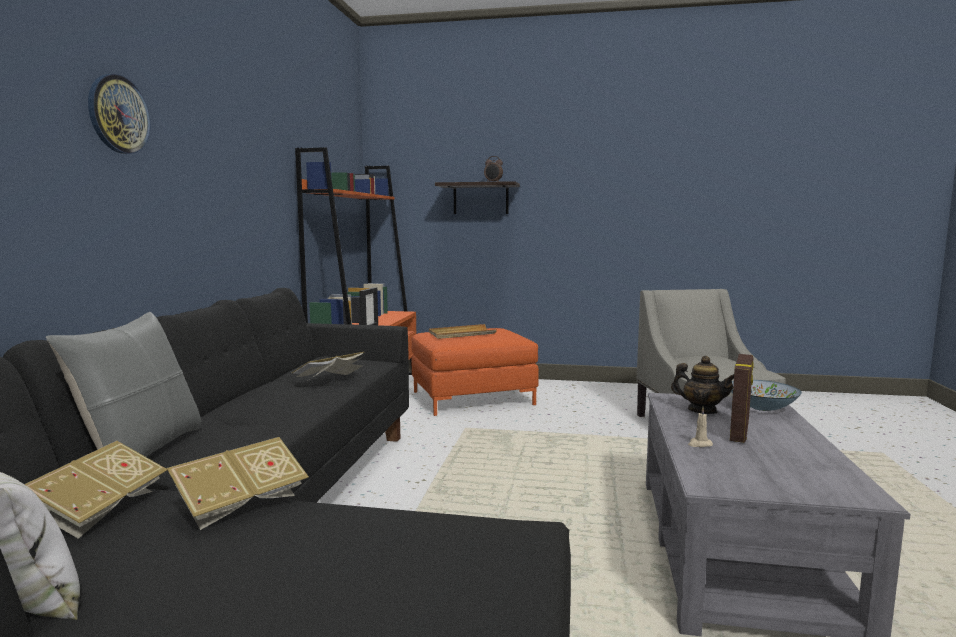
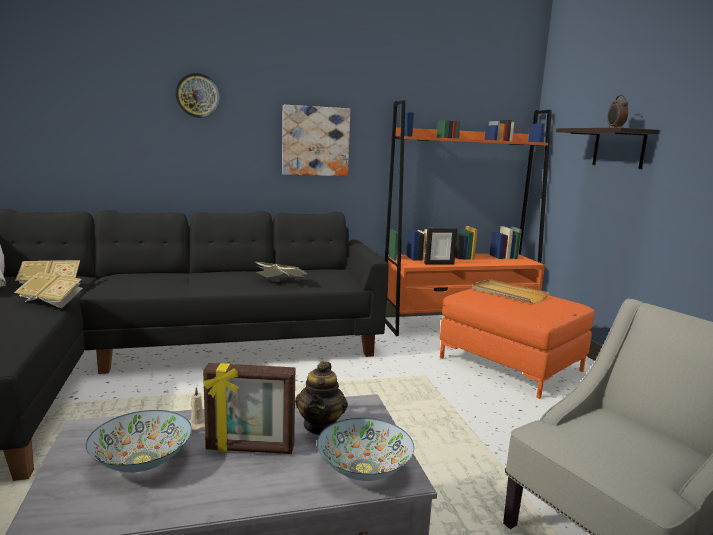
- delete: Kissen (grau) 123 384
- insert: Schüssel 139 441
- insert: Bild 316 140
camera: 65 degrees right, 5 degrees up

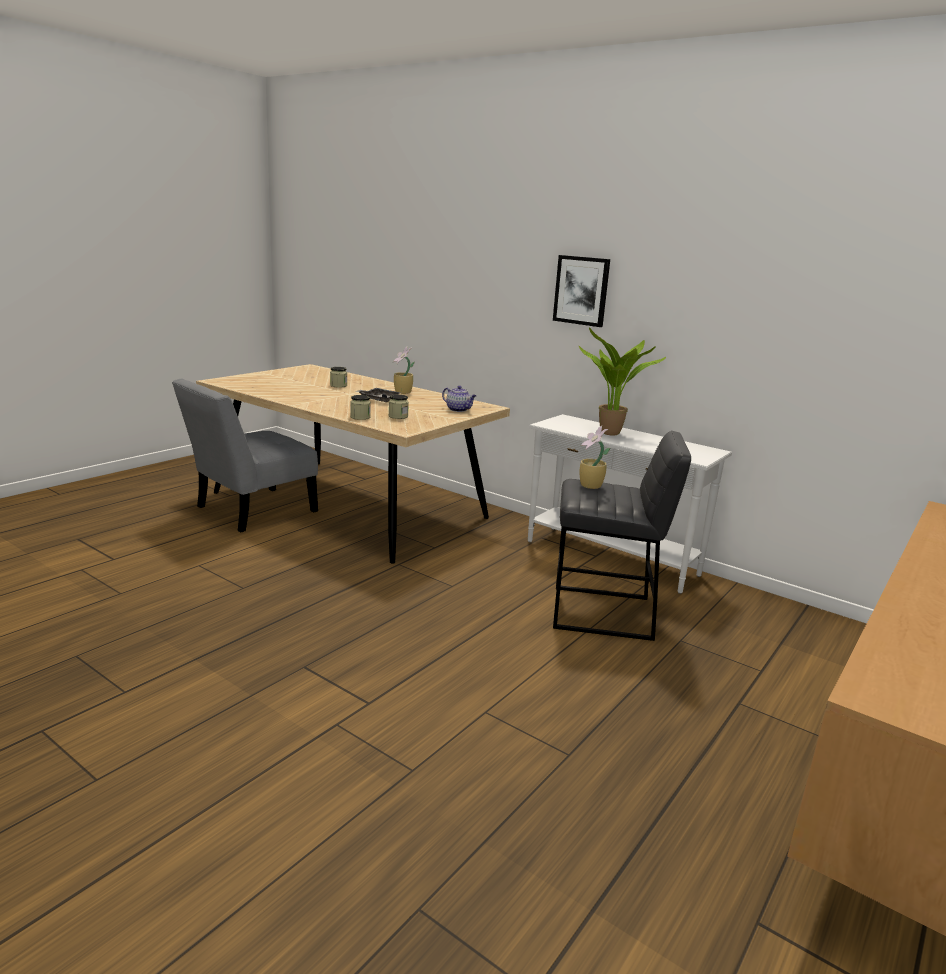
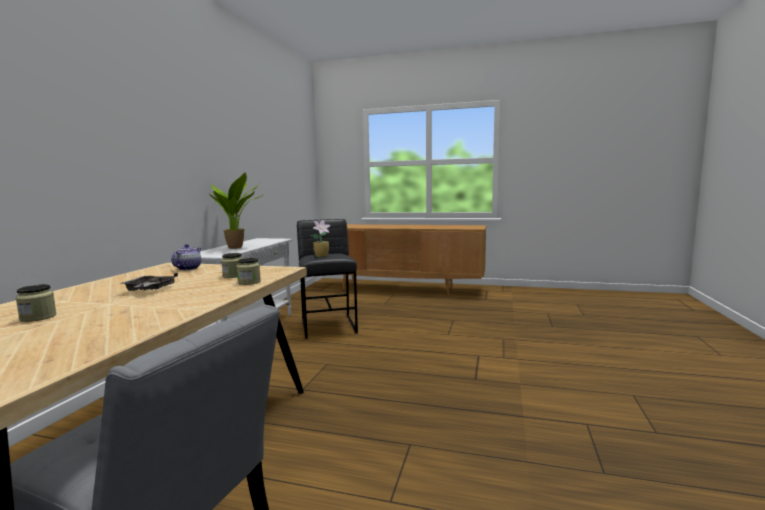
- delete: Topfpflanze 404 370
- delete: Bild 581 291
camera: 110 degrees left, 10 degrees down

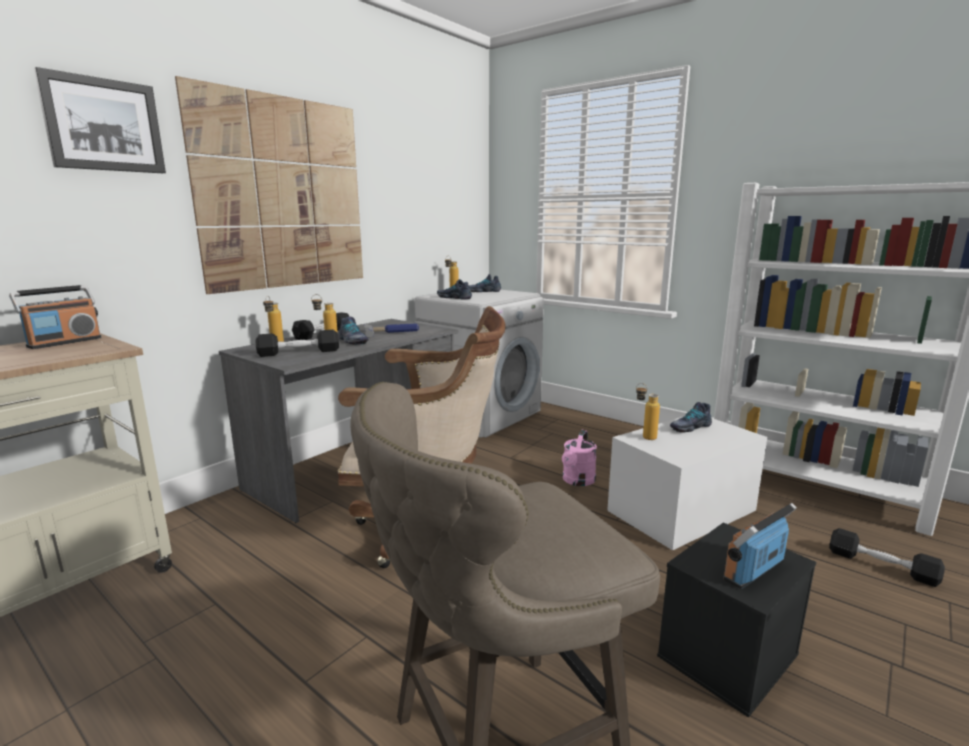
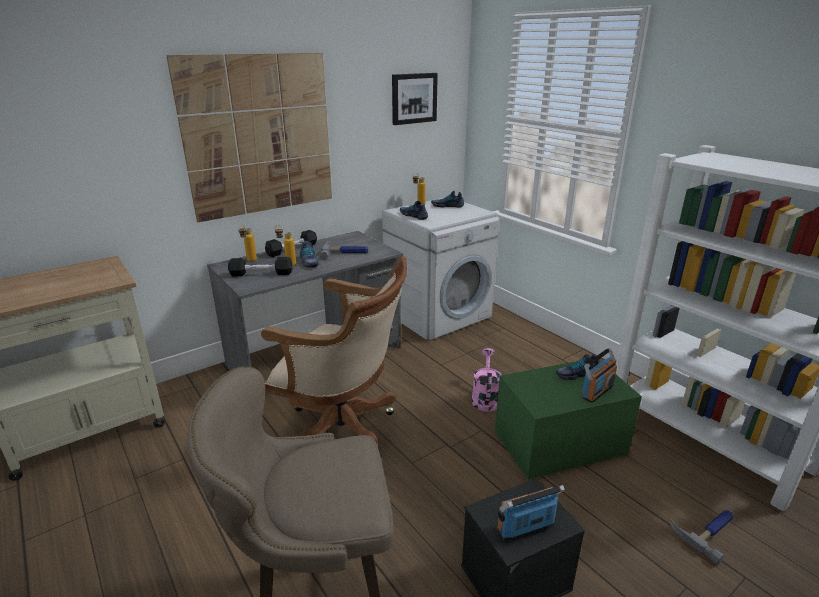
- delete: Flasche 648 411
- move: Radio 55 317 to 599 375
- move: Bild 99 120 to 415 99
- replace: Hantel (schwarz) 887 557 to Hammer 701 537
- recolor: Aufbewahrungsbox (weiß) 687 483 to Aufbewahrungsbox (grün) 568 419
- rotate: Gießkanne (rosa) 579 458 = 486 380 150 degrees clockwise
camera: 15 degrees right, 10 degrees up

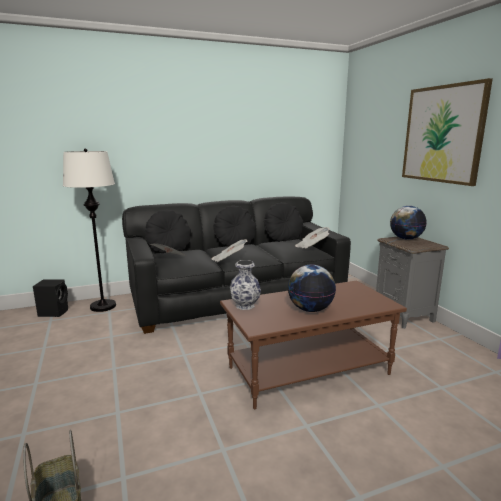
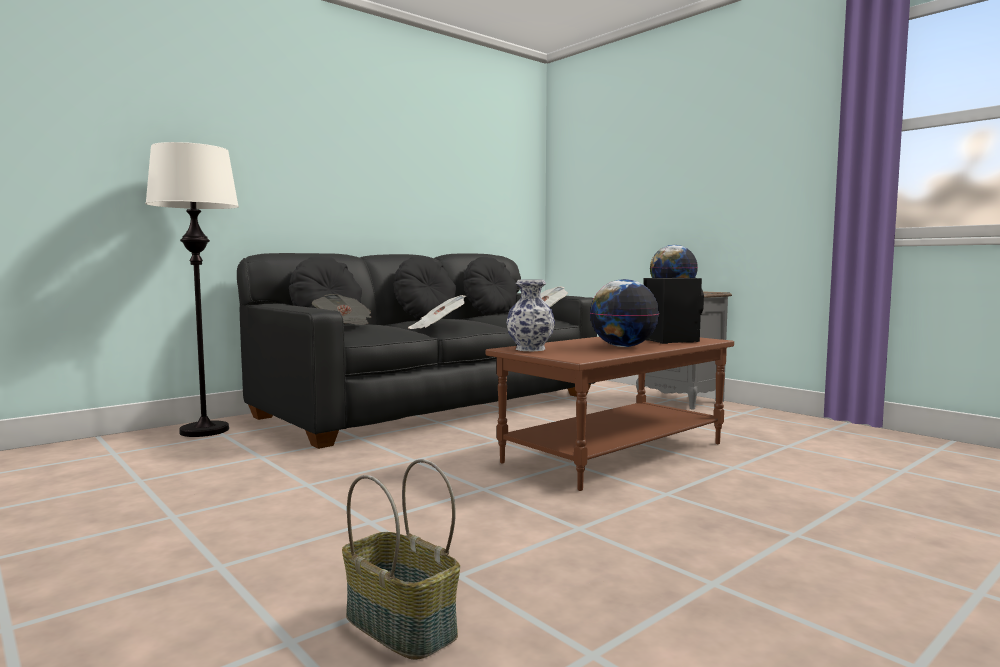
- delete: Bild 447 132
- move: Lautsprecher (schwarz) 50 298 to 673 311
camera: 20 degrees left, 10 degrees down

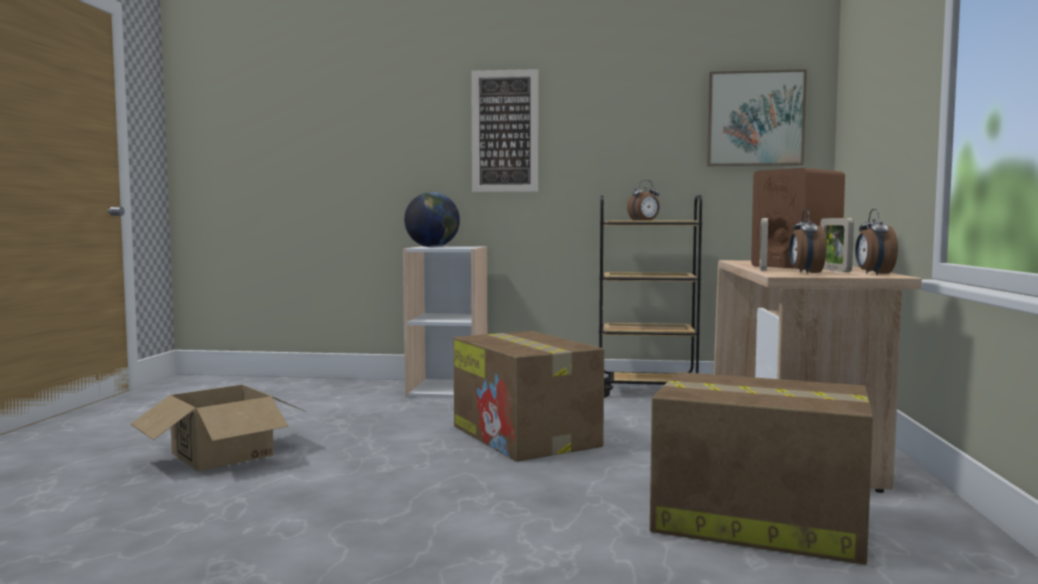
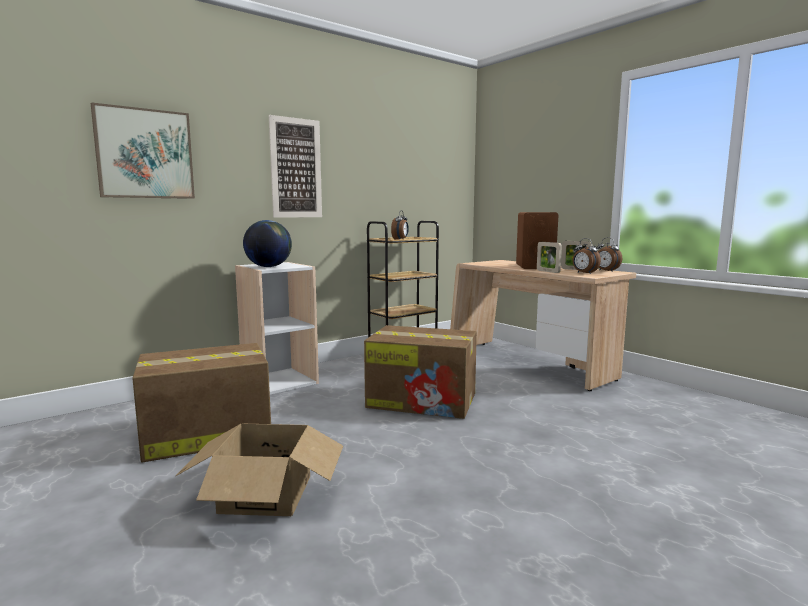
- move: Karton 761 468 to 201 402
- move: Bild 757 117 to 143 150
camera: 45 degrees left, 5 degrees up

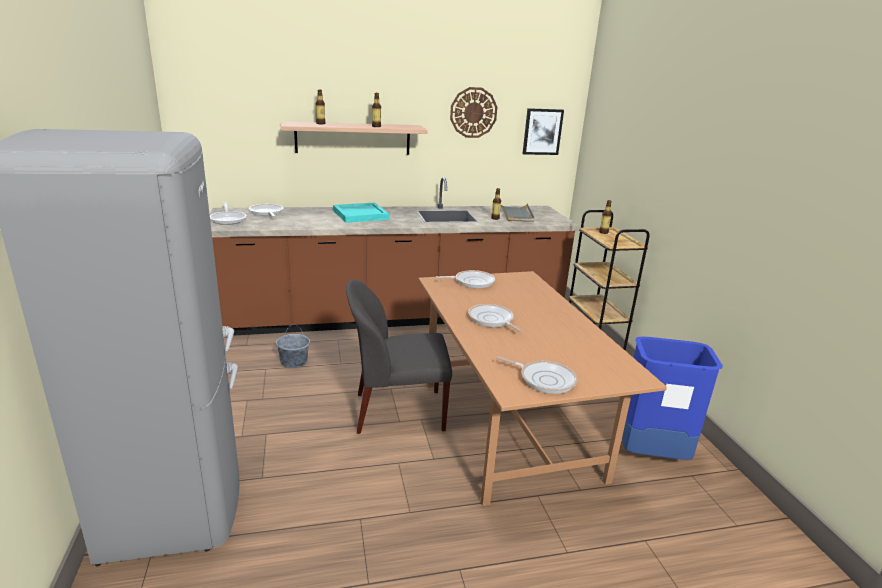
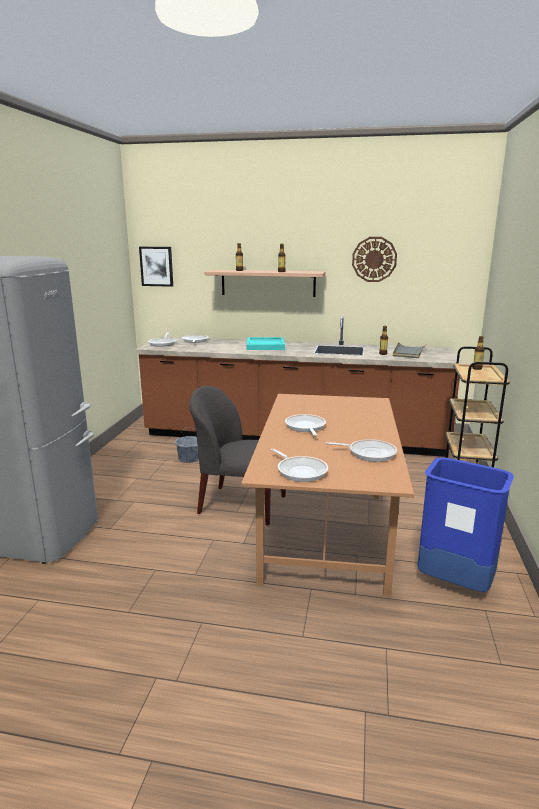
- move: Pfanne 465 279 to 361 450
- move: Bild 543 131 to 156 267
camera: 25 degrees right, 5 degrees down

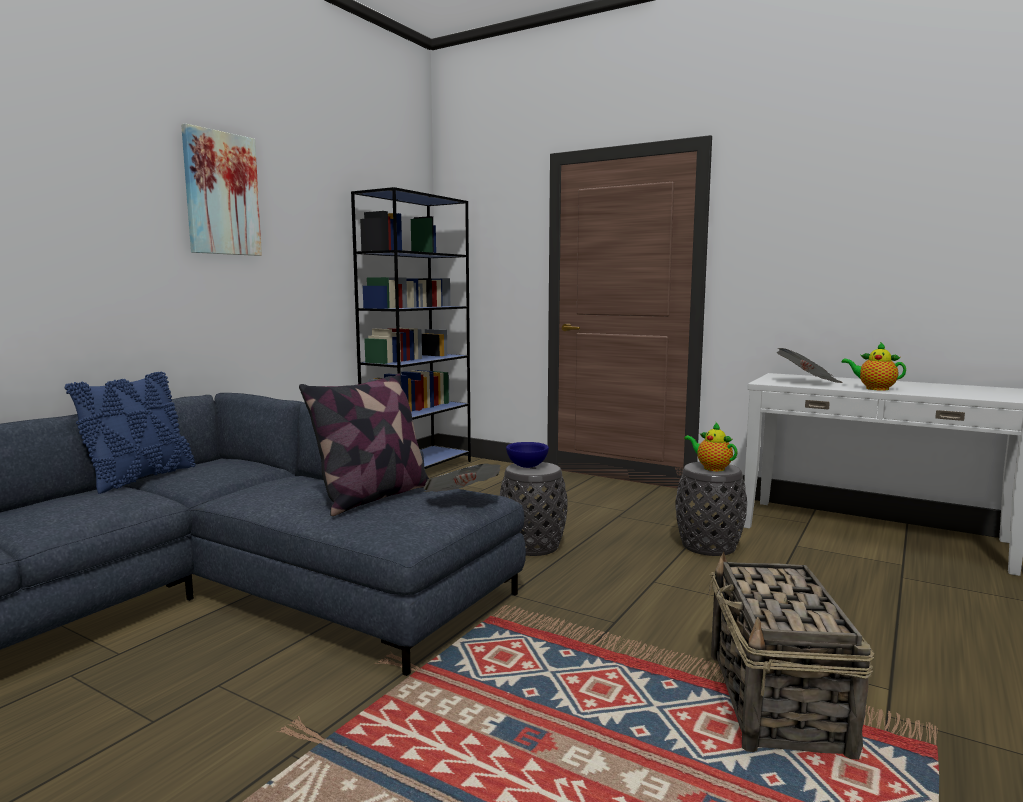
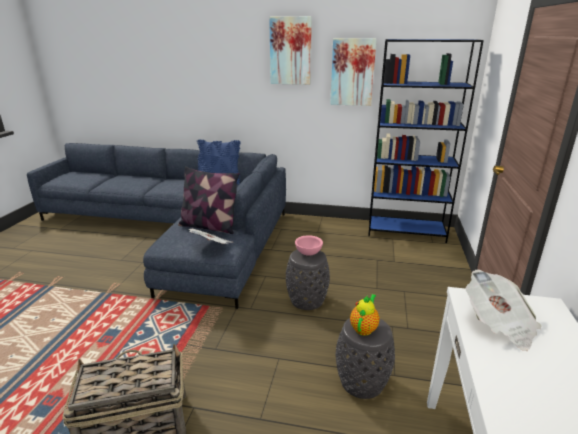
- delete: Teekanne 874 366
- insert: Bild 353 72
- recolor: Schüssel (blau) 527 455 to Schüssel (rosa) 309 245
camera: 70 degrees right, 15 degrees up

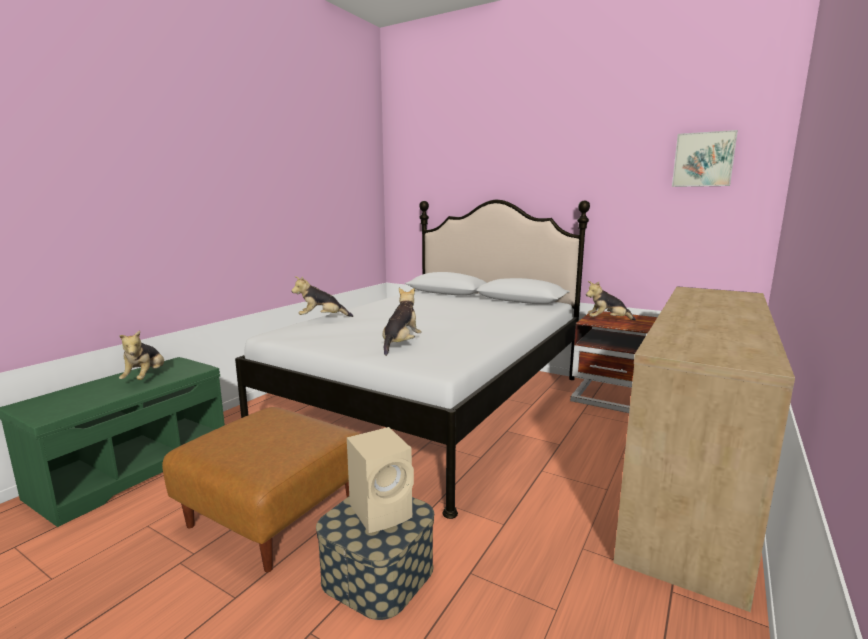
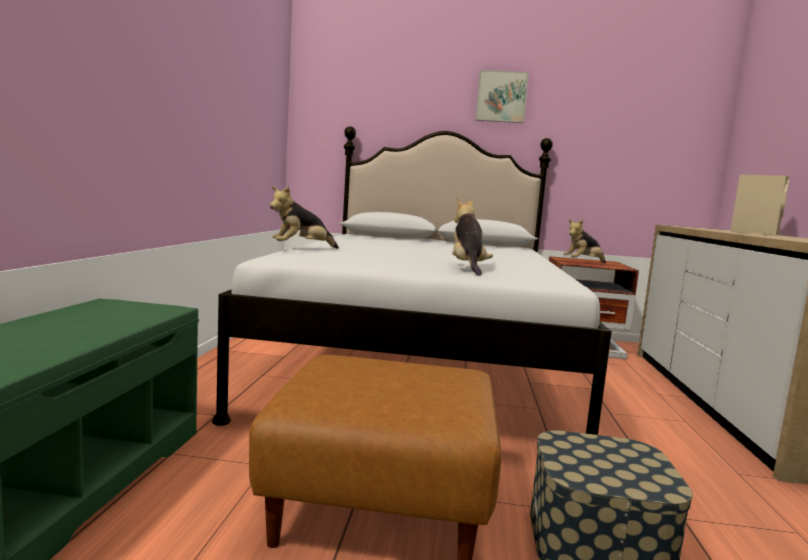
- delete: Plüschtier 141 355
- move: Lautsprecher (beige) 380 480 to 760 204
- move: Bild 705 158 to 502 96
camera: 25 degrees left, 5 degrees down

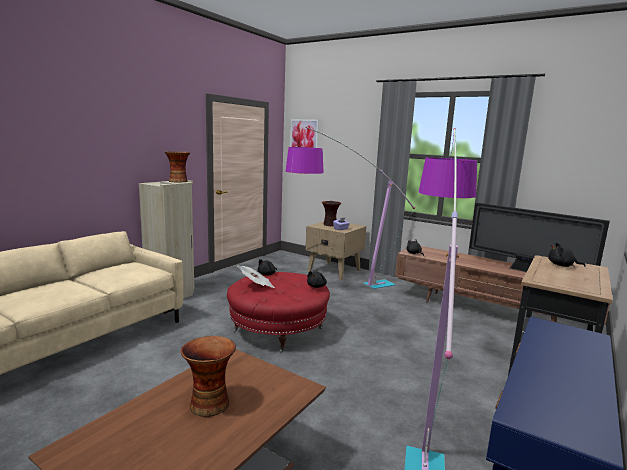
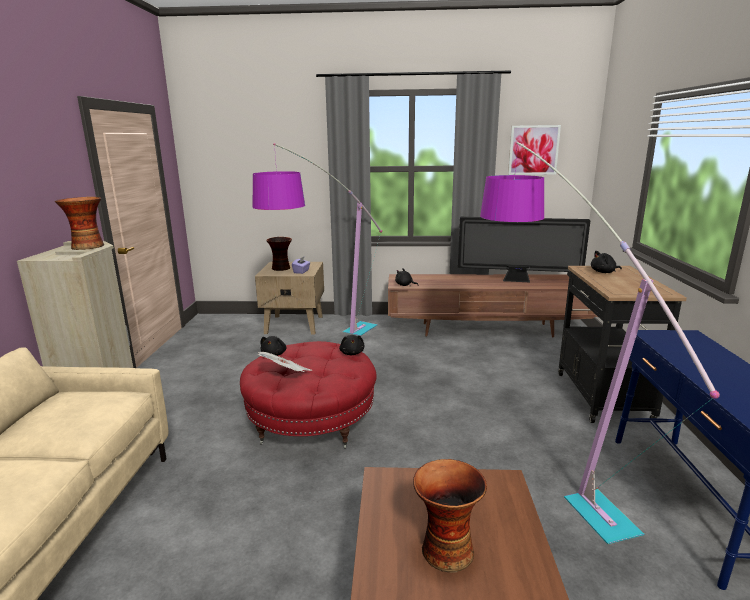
- move: Bild 304 133 to 534 150
camera: 30 degrees left, 5 degrees up

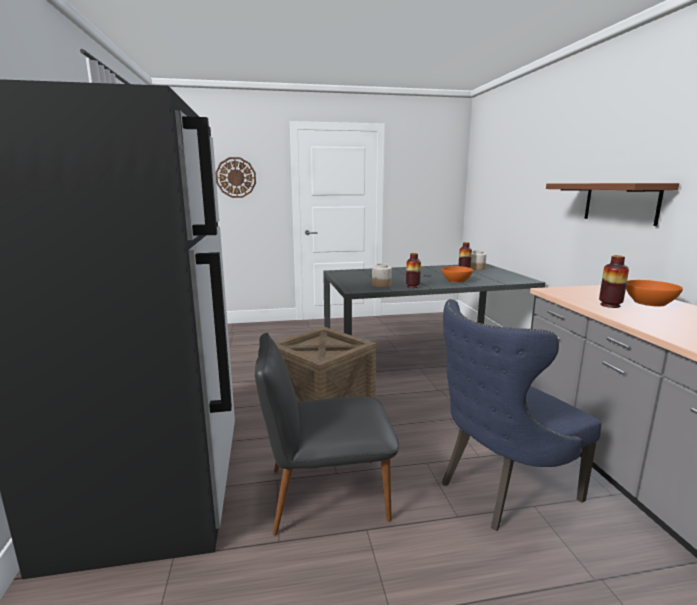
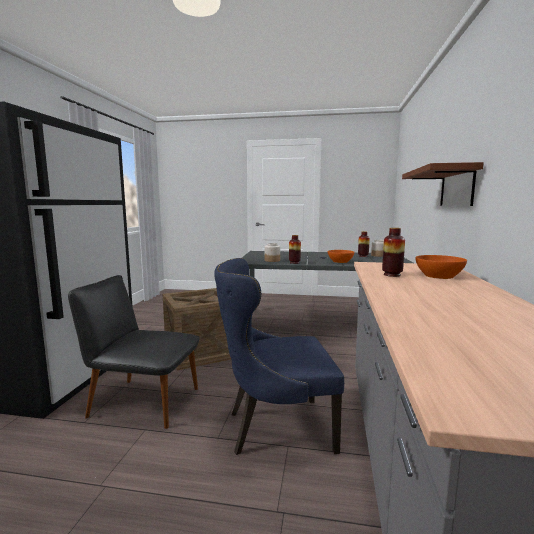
- delete: Wanduhr 236 177
camera: 20 degrees right, 5 degrees down

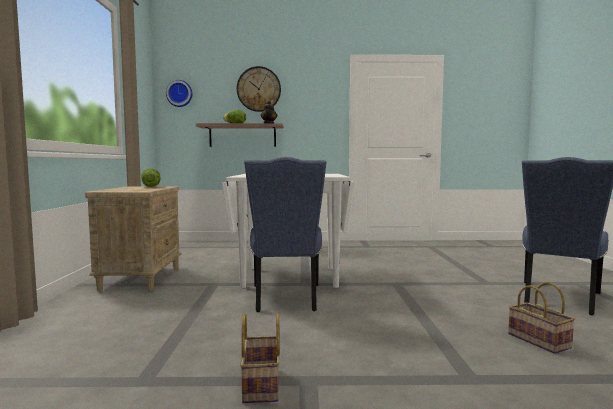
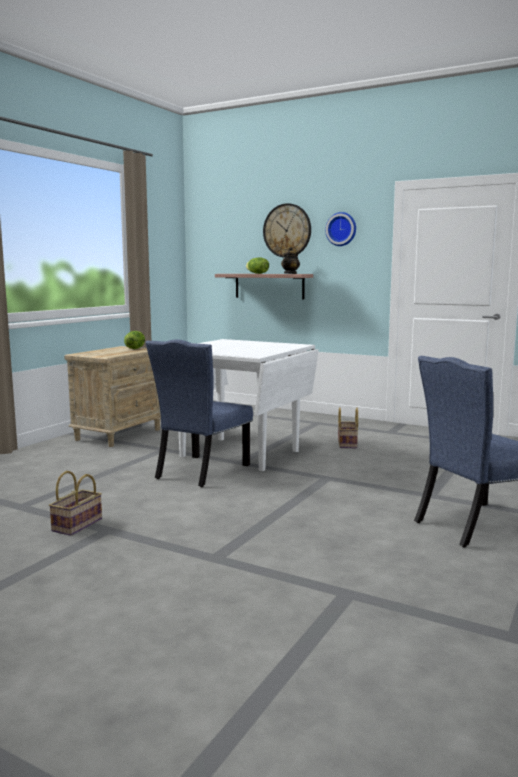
- move: Wanduhr 179 93 to 340 229
- move: Korb 541 318 to 348 427
camera: 30 degrees right, 5 degrees up

